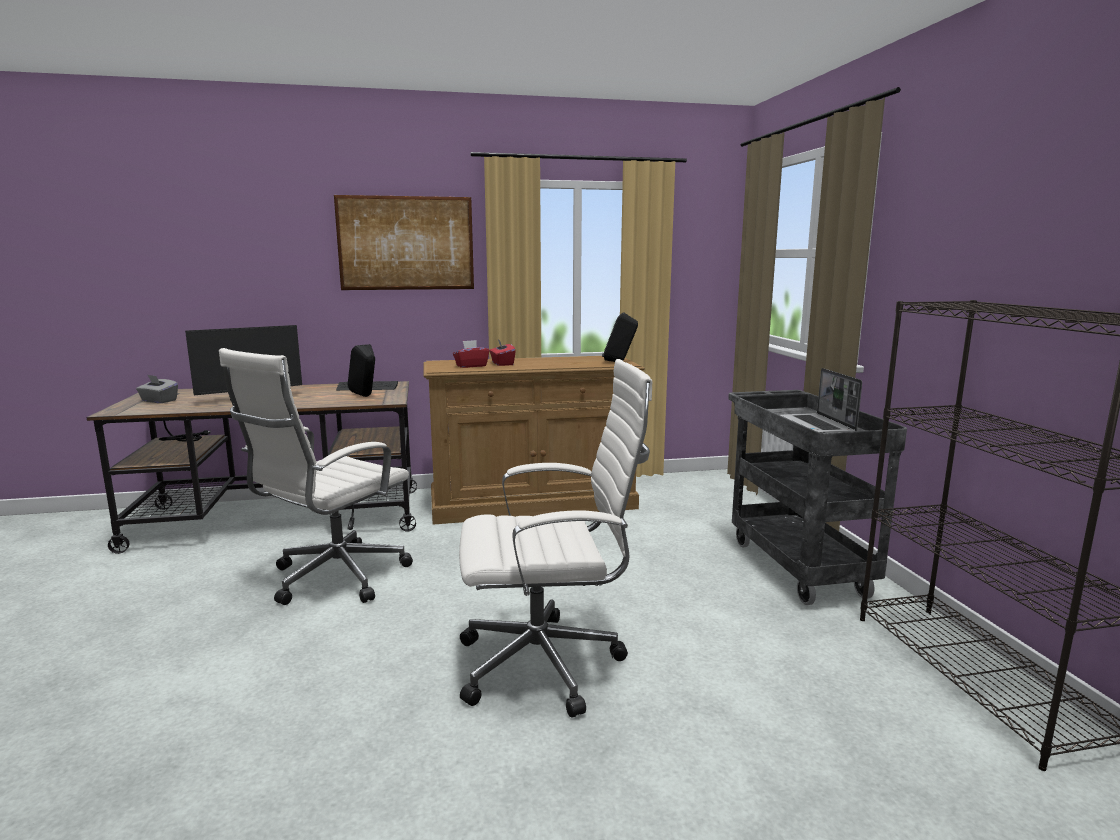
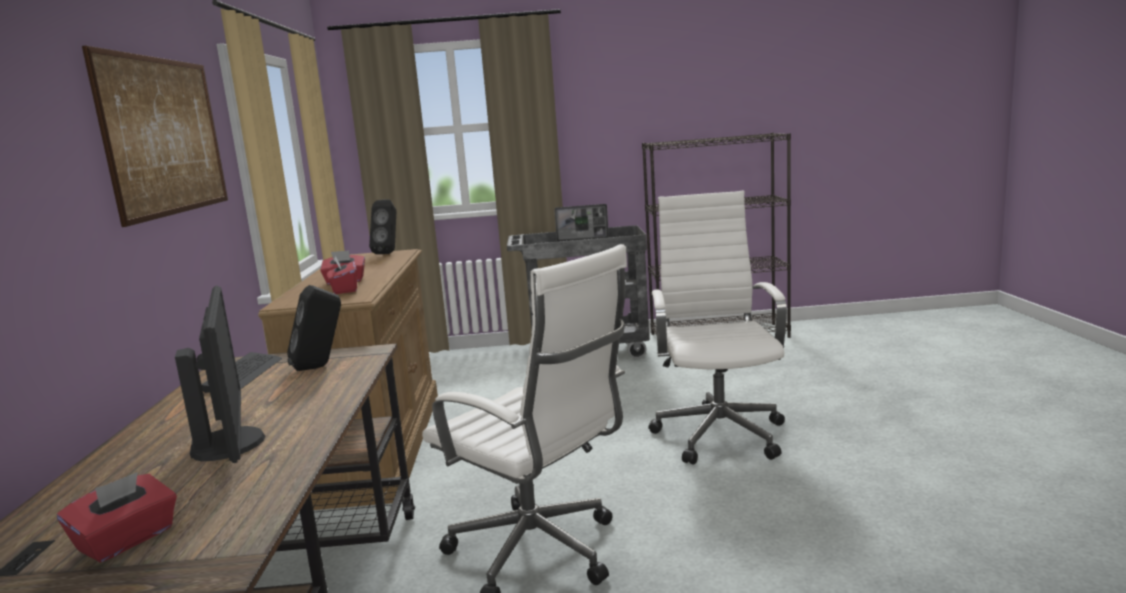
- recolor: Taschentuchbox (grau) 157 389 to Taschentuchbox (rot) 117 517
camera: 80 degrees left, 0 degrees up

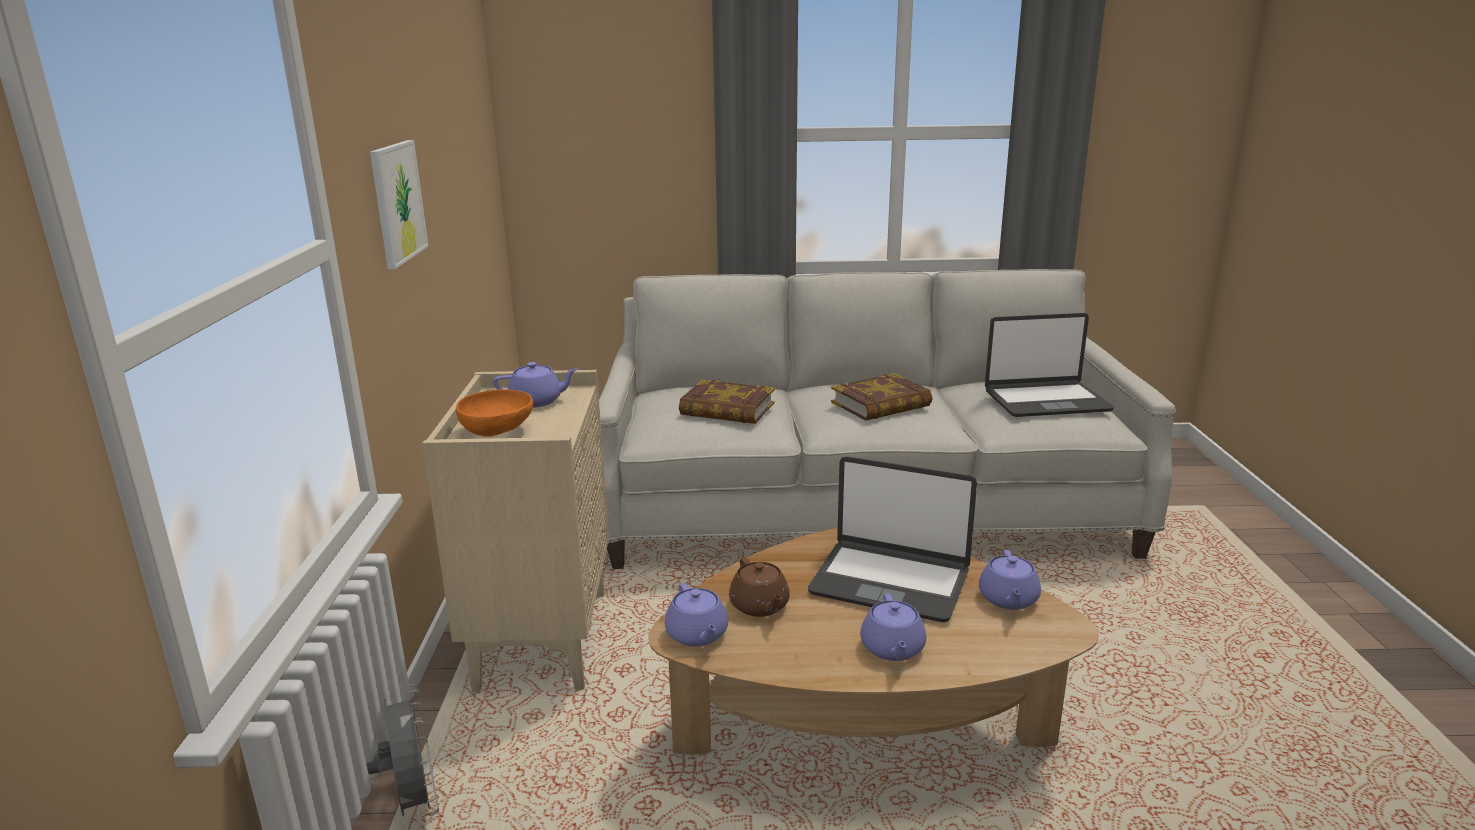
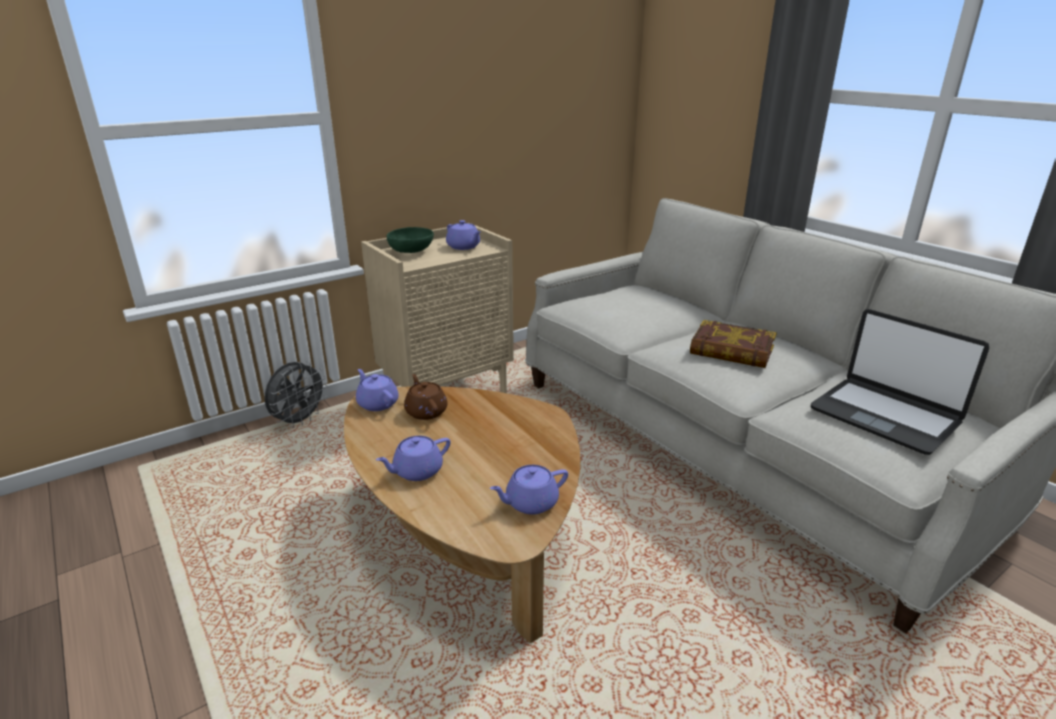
- delete: Bild 399 204
- delete: Buch 727 402
- delete: Laptop 892 539
- recolor: Schüssel (orange) 494 413 to Schüssel (grün) 410 240
- rotate: Teekanne (lila) 696 614 = 377 390 105 degrees clockwise
- rotate: Teekanne (braun) 759 587 = 425 397 120 degrees clockwise
camera: 55 degrees right, 5 degrees up

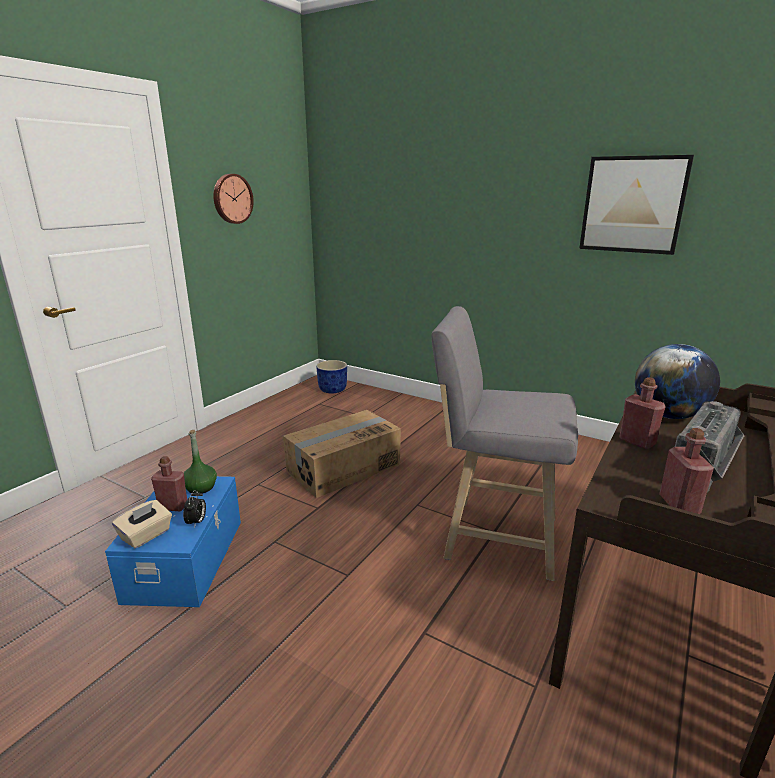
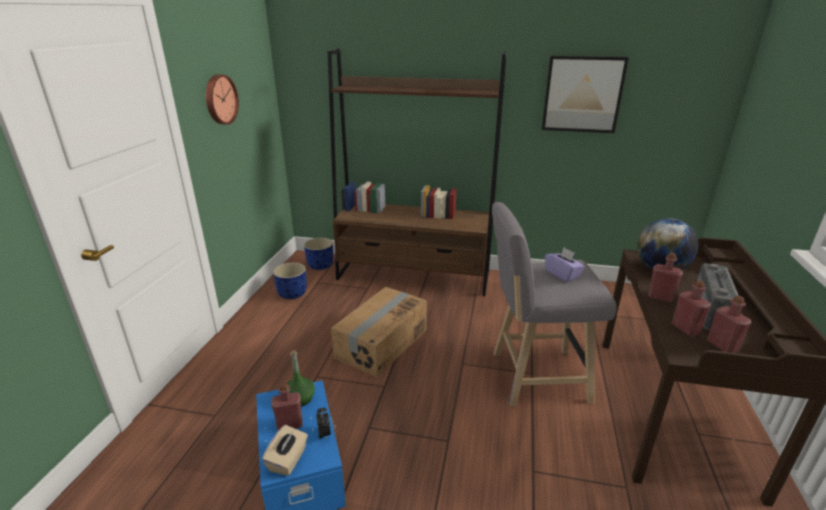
- insert: Pflanzkübel (blau) 290 281
- insert: Bücherregal (braun) 417 172
- insert: Taschentuchbox (lila) 565 265
- insert: Flasche (rot) 691 308
camera: 20 degrees left, 5 degrees up

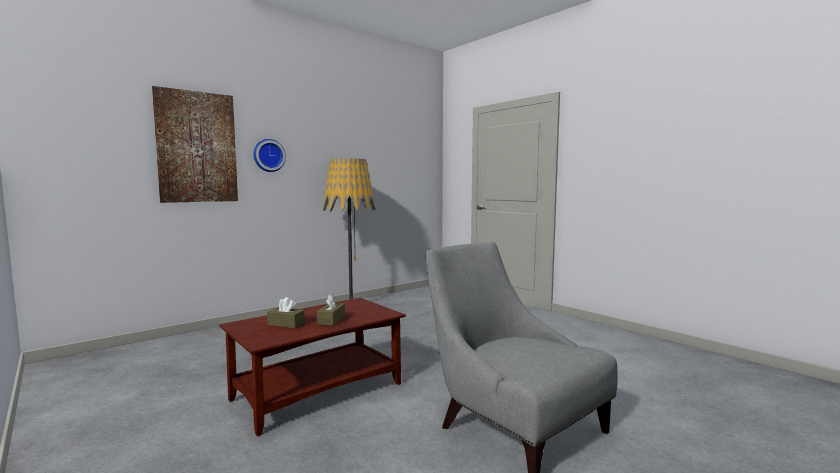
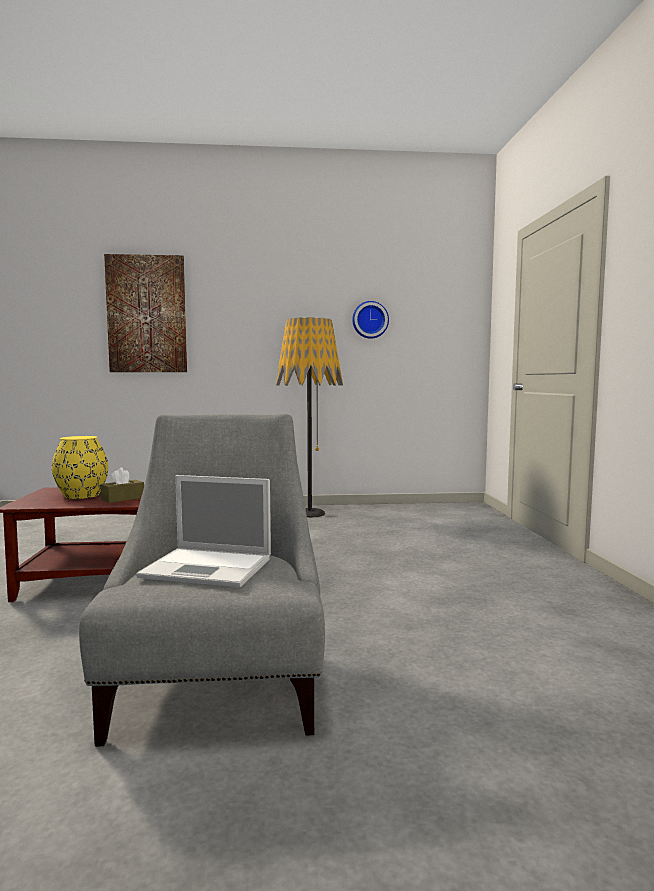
- insert: Laptop 203 531
- move: Wanduhr 269 155 to 370 320
- replace: Taschentuchbox (braun) 286 312 to Vase (gelb) 80 467
camera: 35 degrees right, 0 degrees up

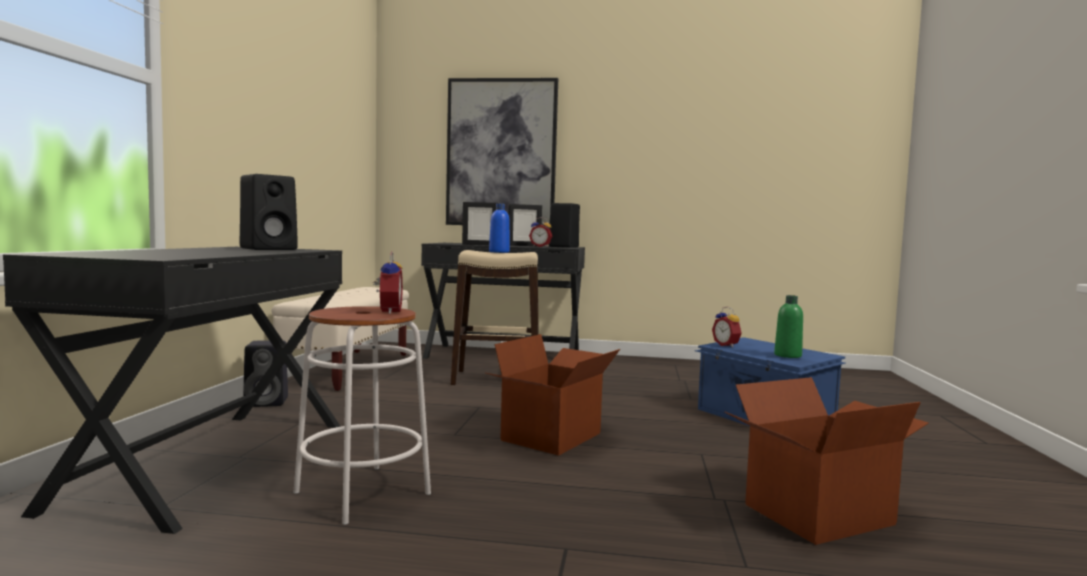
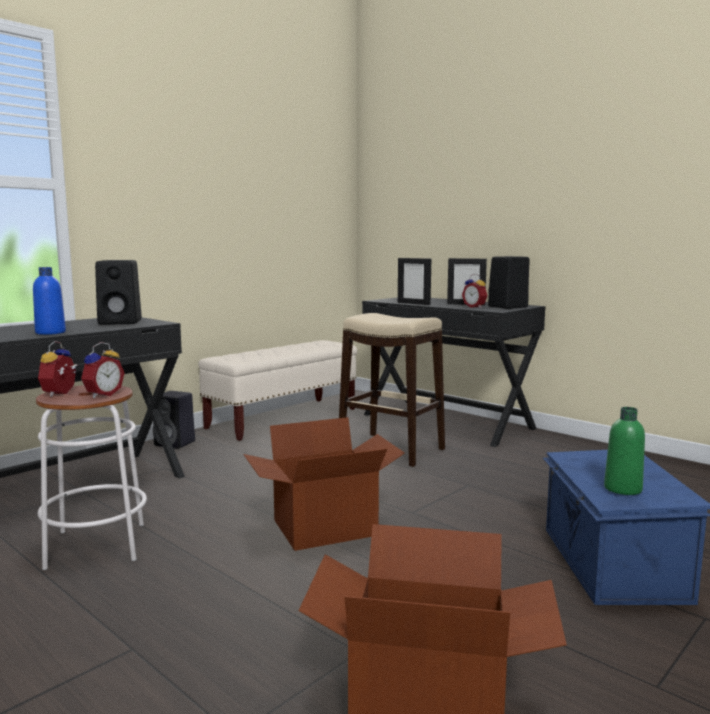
- delete: Bild 502 153
- move: Flasche (blau) 499 228 to 49 301
- move: Wecker 727 327 to 57 369
camera: 35 degrees right, 5 degrees up

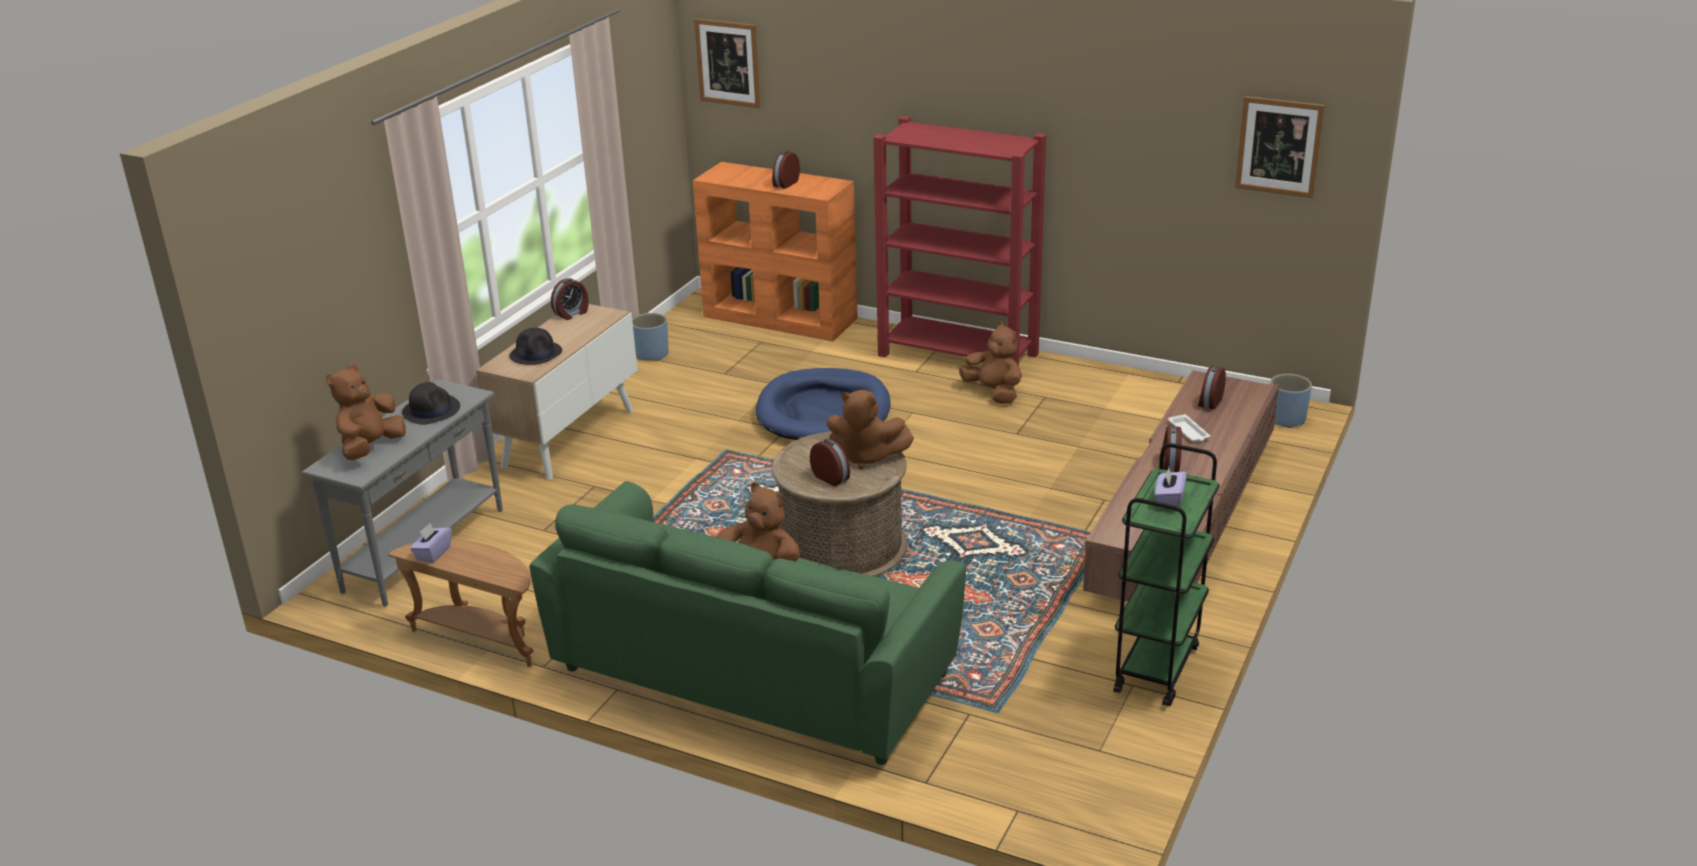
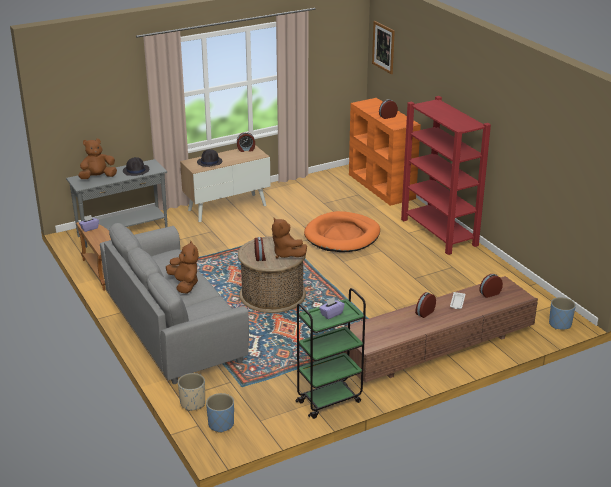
- delete: Plüschtier (braun) 990 363
- delete: Bild 1280 147
- insert: Pflanzkübel (beige) 191 392
- move: Pflanzkübel (blau) 650 337 to 220 413
- recolor: Sofa (grün) 748 623 to Sofa (grau) 174 303
- recolor: Hundebett (blau) 823 404 to Hundebett (orange) 342 231
camera: 35 degrees right, 0 degrees up

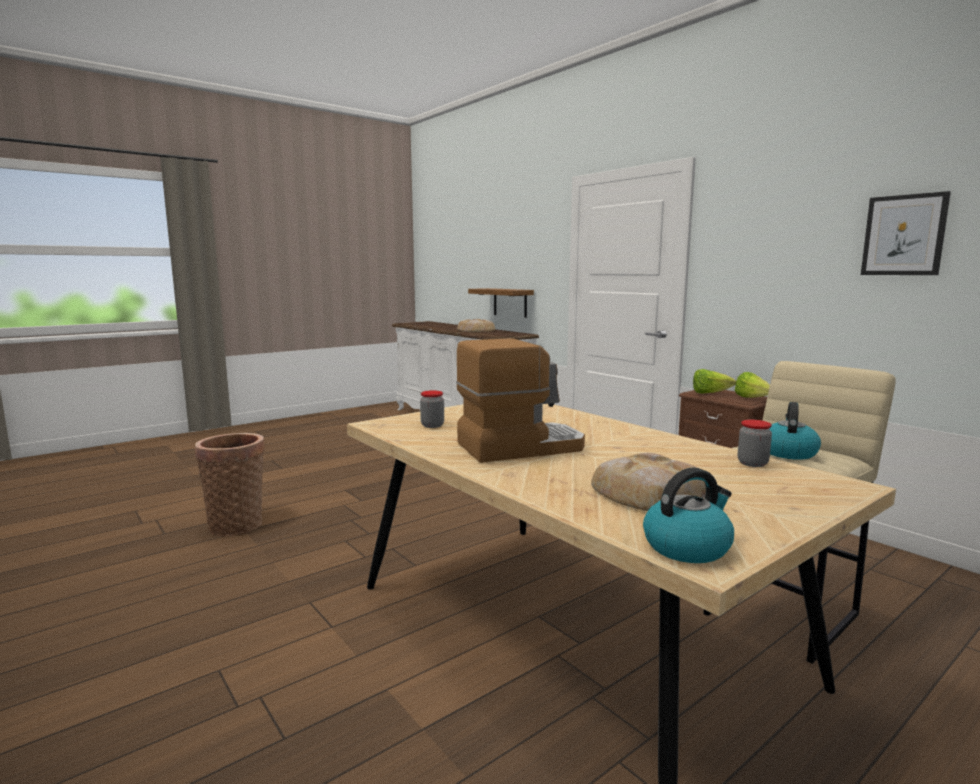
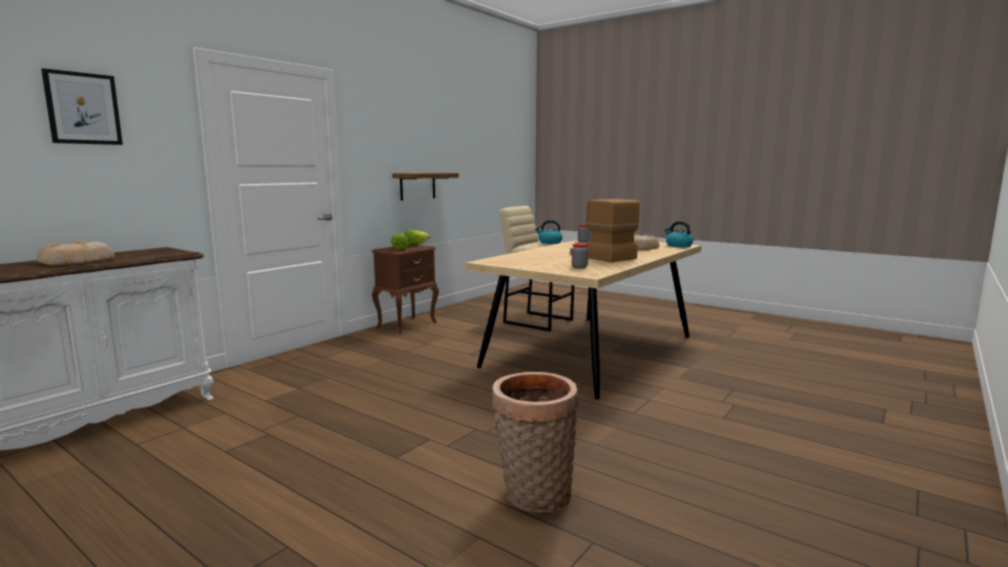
- move: Wandregal 501 303 to 425 186
- move: Bild 906 233 to 82 106
camera: 105 degrees left, 0 degrees up

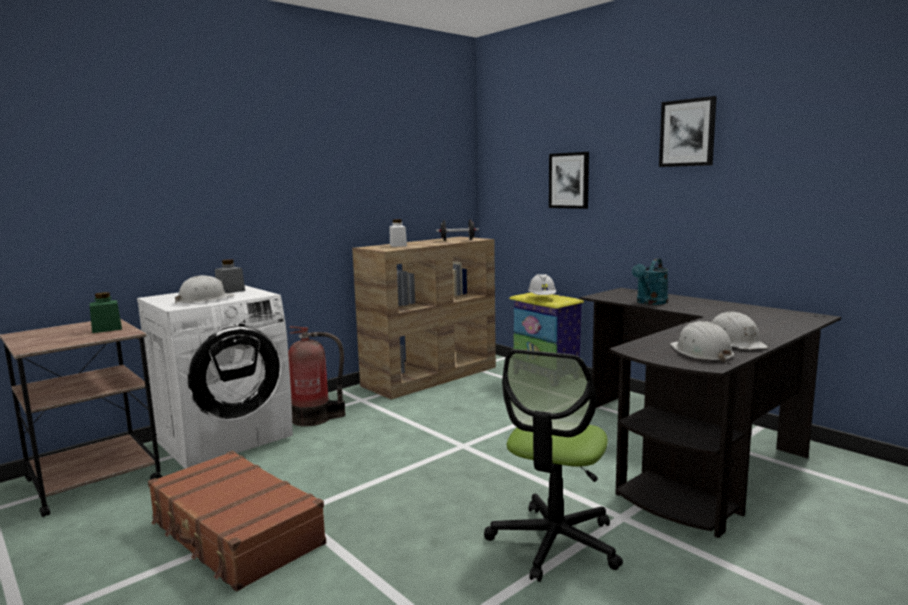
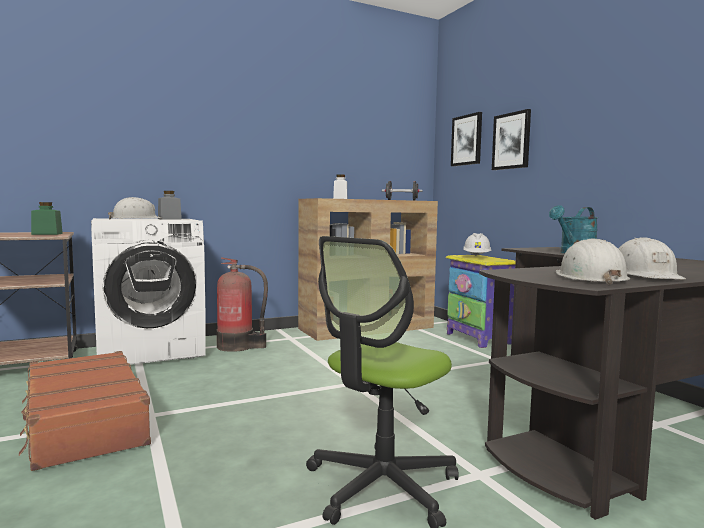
- move: Bild 688 131 to 466 139
camera: 15 degrees right, 5 degrees down

